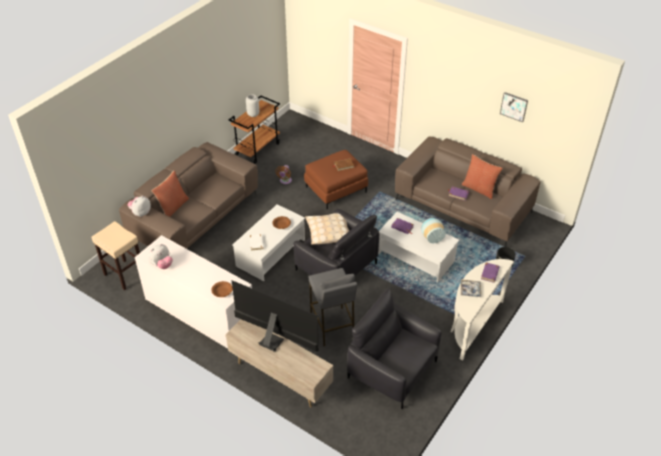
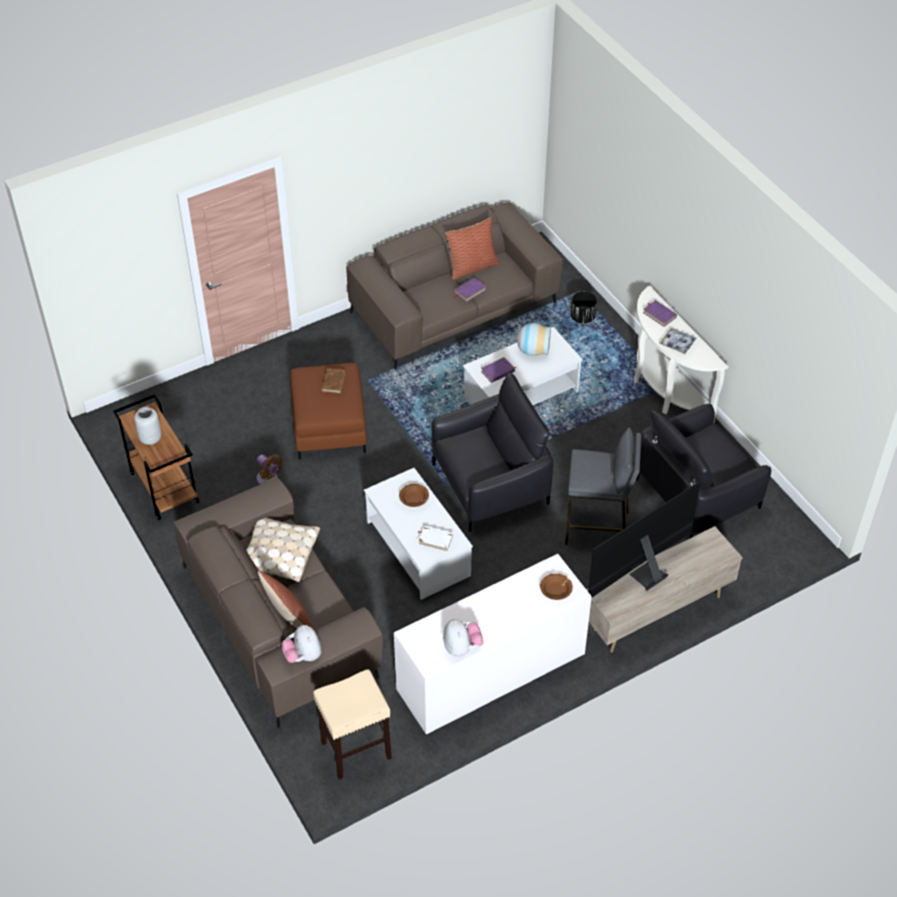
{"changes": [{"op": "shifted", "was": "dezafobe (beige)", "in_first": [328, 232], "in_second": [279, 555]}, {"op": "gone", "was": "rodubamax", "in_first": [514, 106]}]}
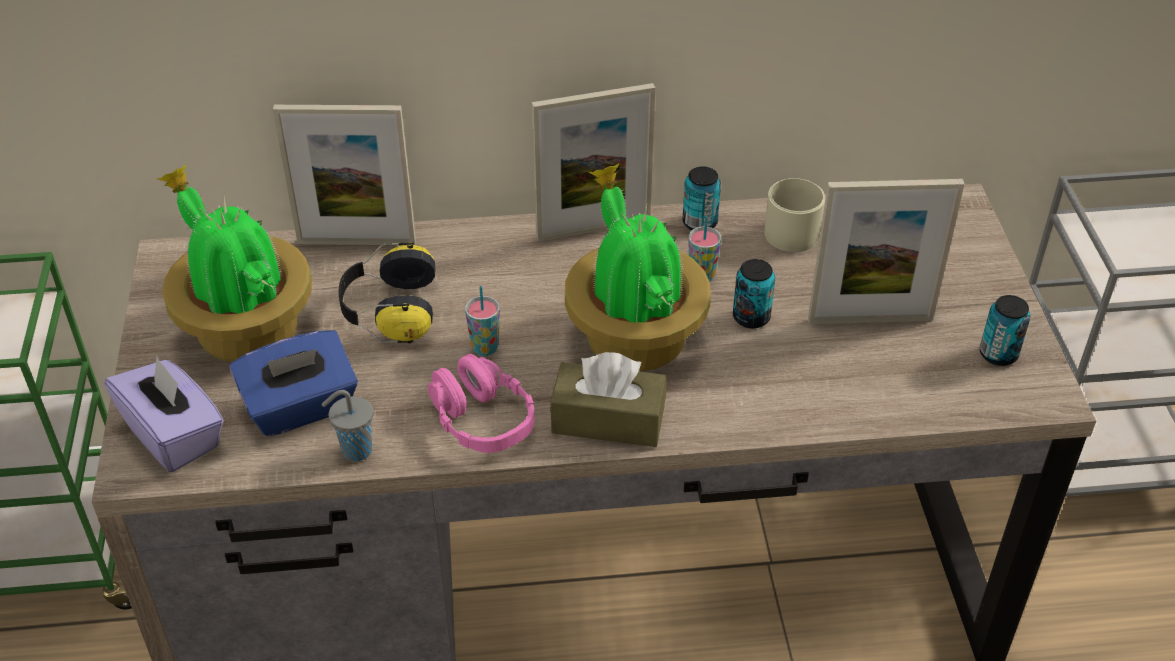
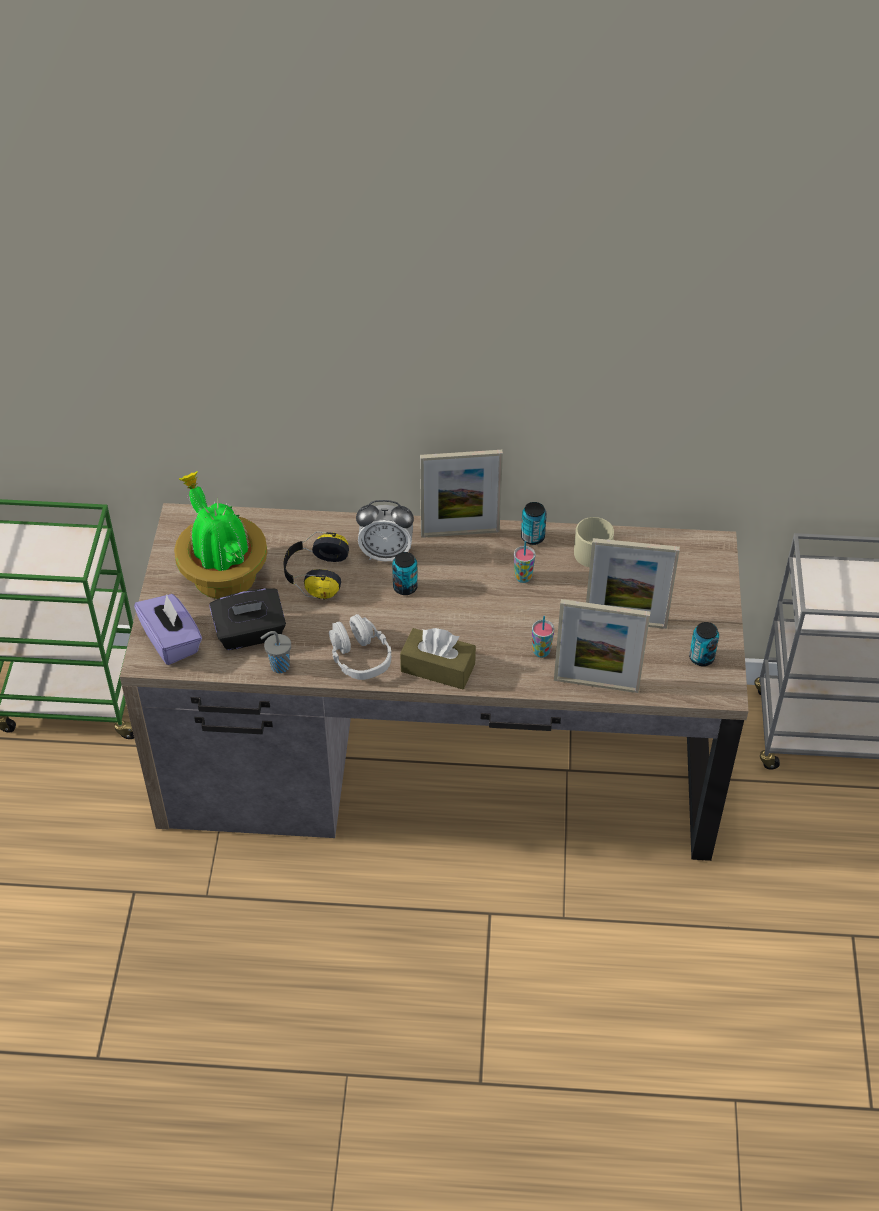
{"changes": [{"op": "repainted", "was": "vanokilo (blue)", "now": "vanokilo (black)", "in_first": [301, 408], "in_second": [250, 634]}, {"op": "repainted", "was": "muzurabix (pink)", "now": "muzurabix (grey)", "in_first": [482, 419], "in_second": [359, 656]}, {"op": "new", "now": "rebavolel", "in_second": [386, 553]}, {"op": "shifted", "was": "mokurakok", "in_first": [751, 317], "in_second": [405, 587]}, {"op": "shifted", "was": "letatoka", "in_first": [485, 348], "in_second": [541, 651]}, {"op": "shifted", "was": "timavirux", "in_first": [356, 242], "in_second": [596, 684]}, {"op": "gone", "was": "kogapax", "in_first": [633, 335]}]}
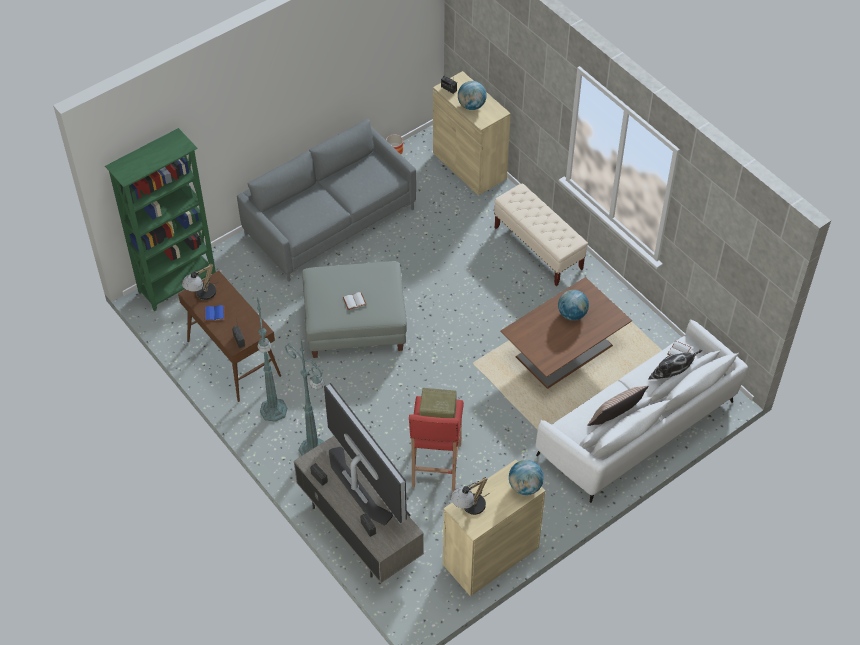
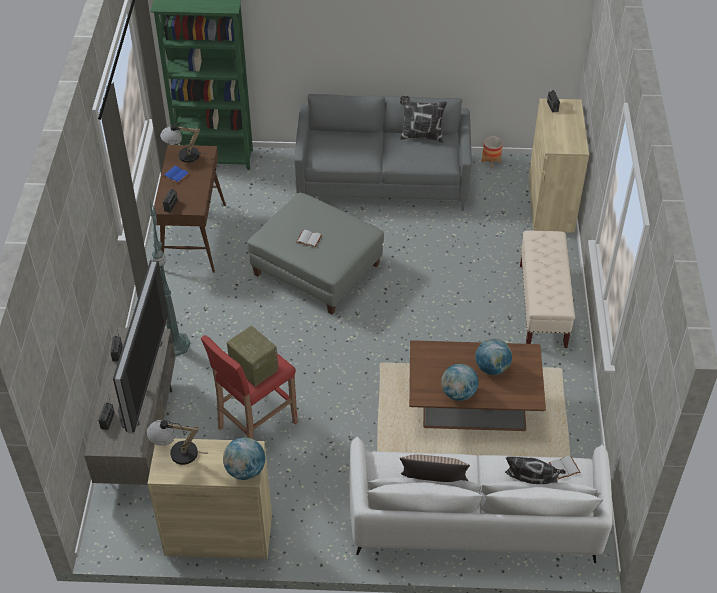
{"changes": [{"op": "new", "now": "dezafobe", "in_second": [421, 136]}, {"op": "shifted", "was": "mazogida", "in_first": [471, 106], "in_second": [458, 393]}, {"op": "gone", "was": "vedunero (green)", "in_first": [273, 411]}]}
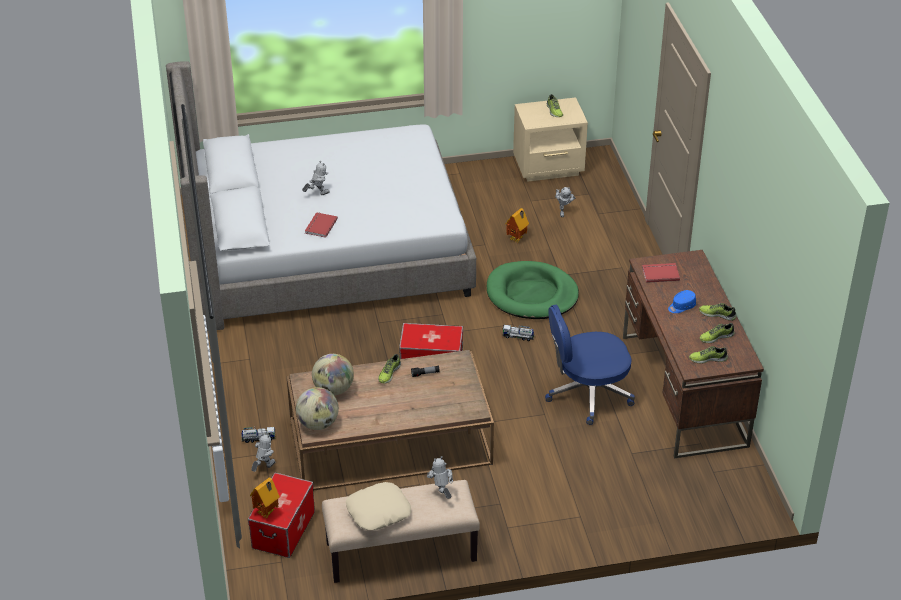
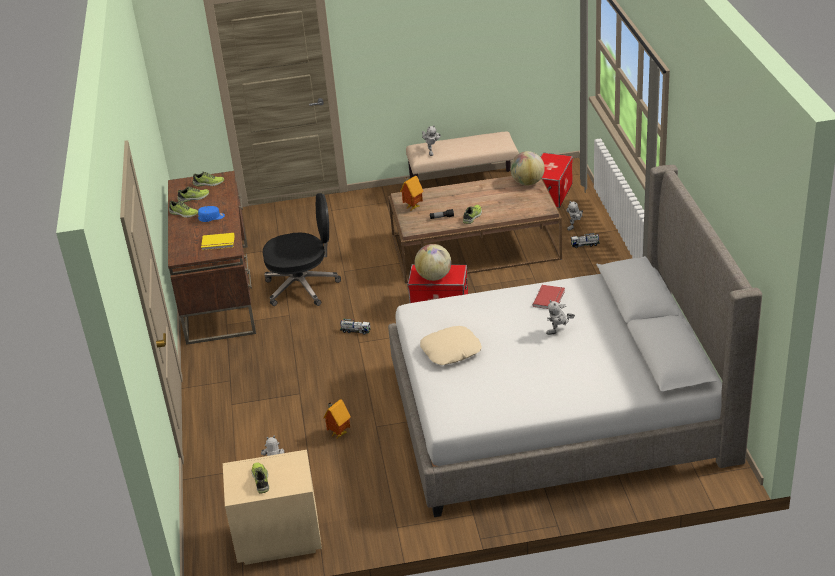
{"changes": [{"op": "repainted", "was": "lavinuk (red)", "now": "lavinuk (yellow)", "in_first": [660, 273], "in_second": [218, 243]}, {"op": "repainted", "was": "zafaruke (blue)", "now": "zafaruke (black)", "in_first": [587, 394], "in_second": [303, 287]}, {"op": "shifted", "was": "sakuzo", "in_first": [267, 513], "in_second": [412, 207]}, {"op": "shifted", "was": "mazogida", "in_first": [333, 389], "in_second": [434, 277]}, {"op": "shifted", "was": "dezafobe (beige)", "in_first": [378, 511], "in_second": [451, 351]}, {"op": "gone", "was": "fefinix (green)", "in_first": [531, 294]}]}
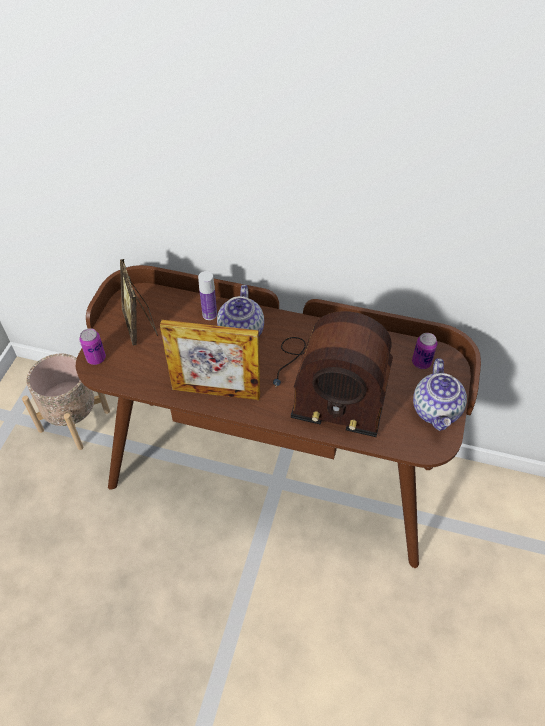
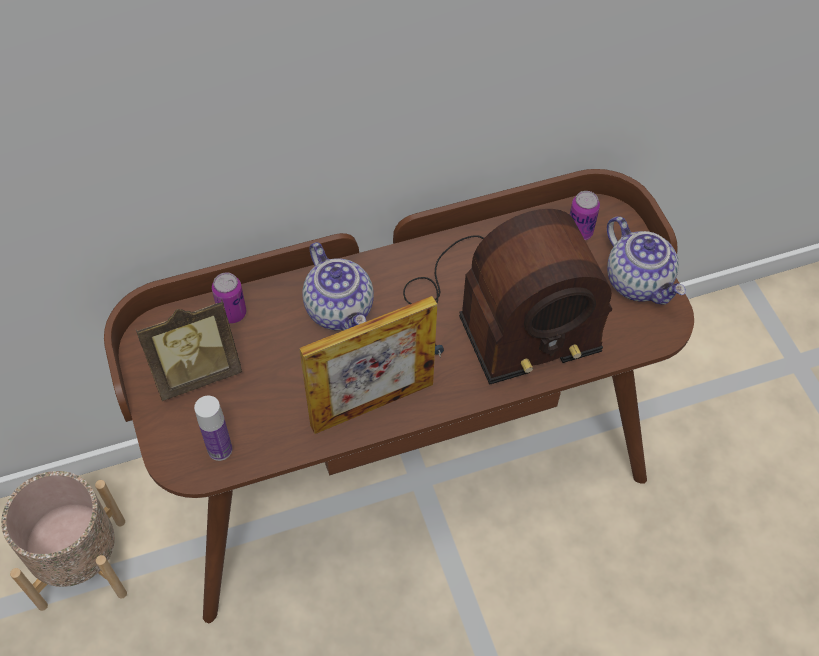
{"changes": [{"op": "rotated", "was": "timavirux", "in_first": [140, 325], "in_second": [197, 373], "clockwise": -60}, {"op": "shifted", "was": "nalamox", "in_first": [209, 314], "in_second": [220, 449]}, {"op": "shifted", "was": "mokurakok", "in_first": [96, 358], "in_second": [232, 313]}]}
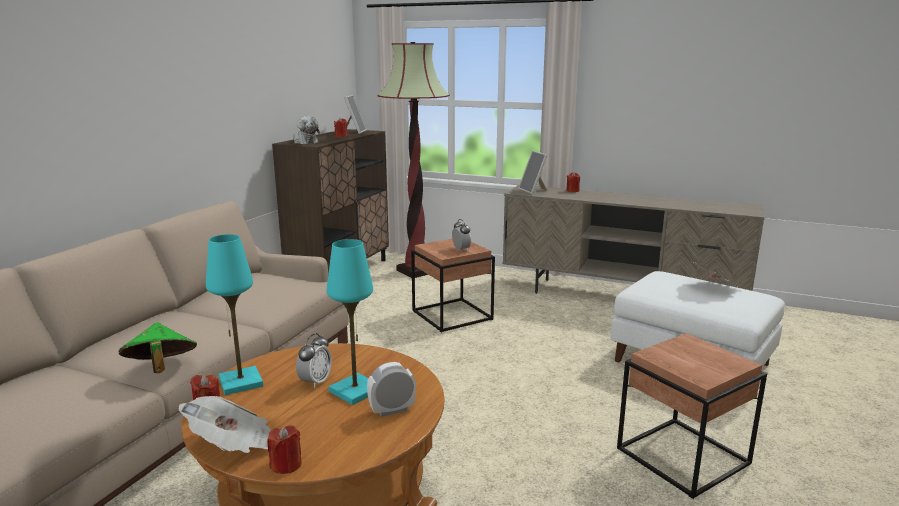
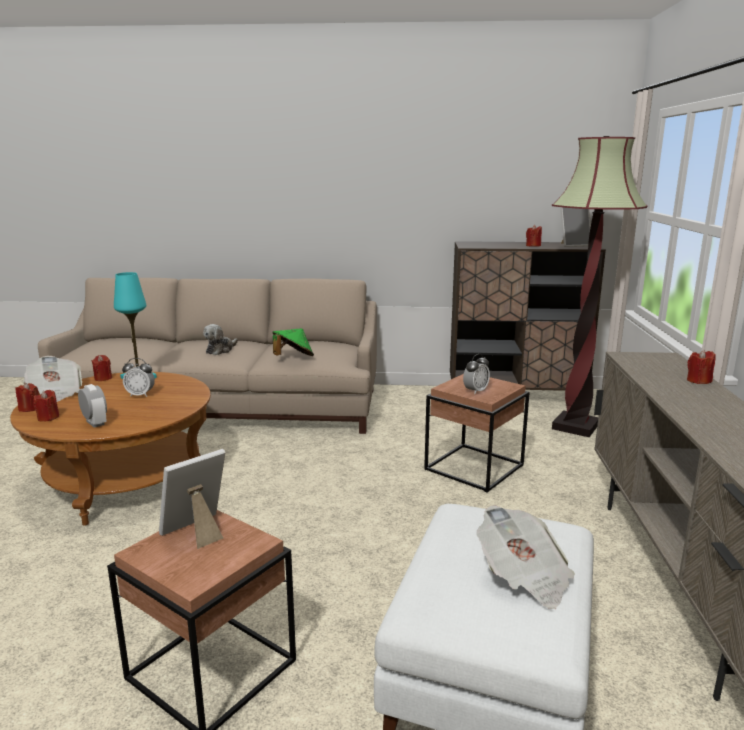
{"changes": [{"op": "new", "now": "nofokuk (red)", "in_second": [48, 418]}, {"op": "shifted", "was": "timavirux", "in_first": [533, 191], "in_second": [197, 532]}, {"op": "shifted", "was": "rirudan", "in_first": [305, 142], "in_second": [220, 350]}, {"op": "shifted", "was": "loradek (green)", "in_first": [161, 369], "in_second": [293, 358]}, {"op": "gone", "was": "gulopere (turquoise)", "in_first": [355, 391]}]}
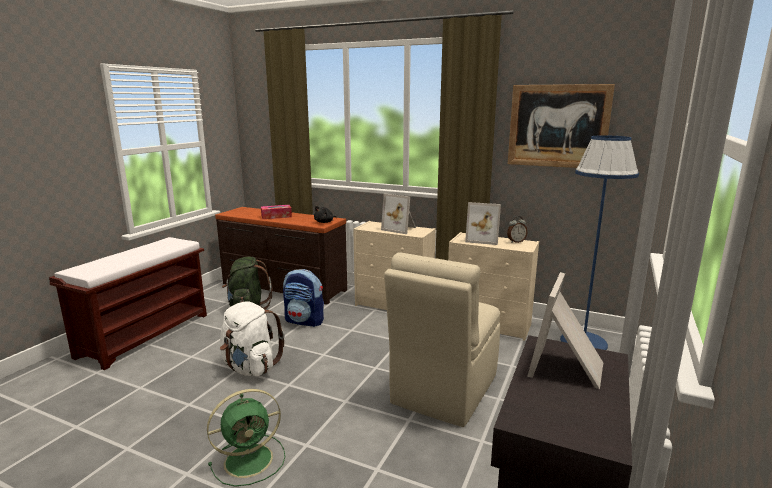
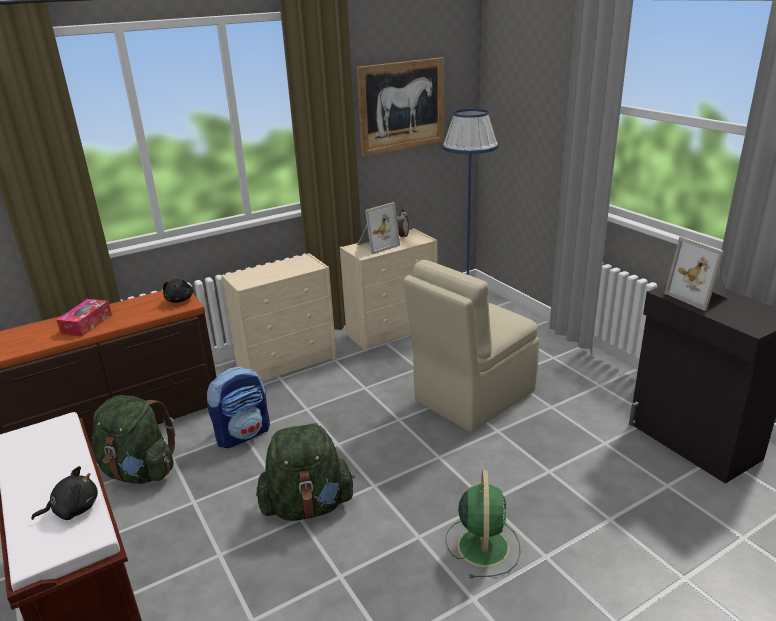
{"changes": [{"op": "new", "now": "rirudan (black)", "in_second": [73, 509]}, {"op": "repainted", "was": "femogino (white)", "now": "femogino (green)", "in_first": [250, 367], "in_second": [308, 506]}, {"op": "rotated", "was": "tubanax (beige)", "in_first": [443, 390], "in_second": [472, 397], "clockwise": 75}, {"op": "gone", "was": "timavirux", "in_first": [400, 229]}]}
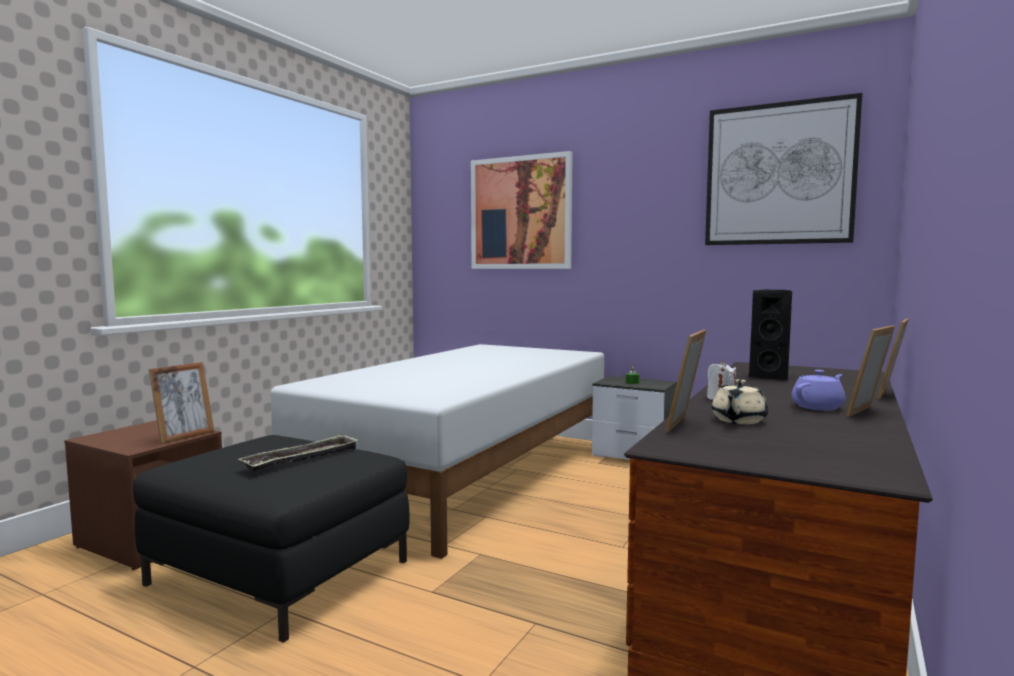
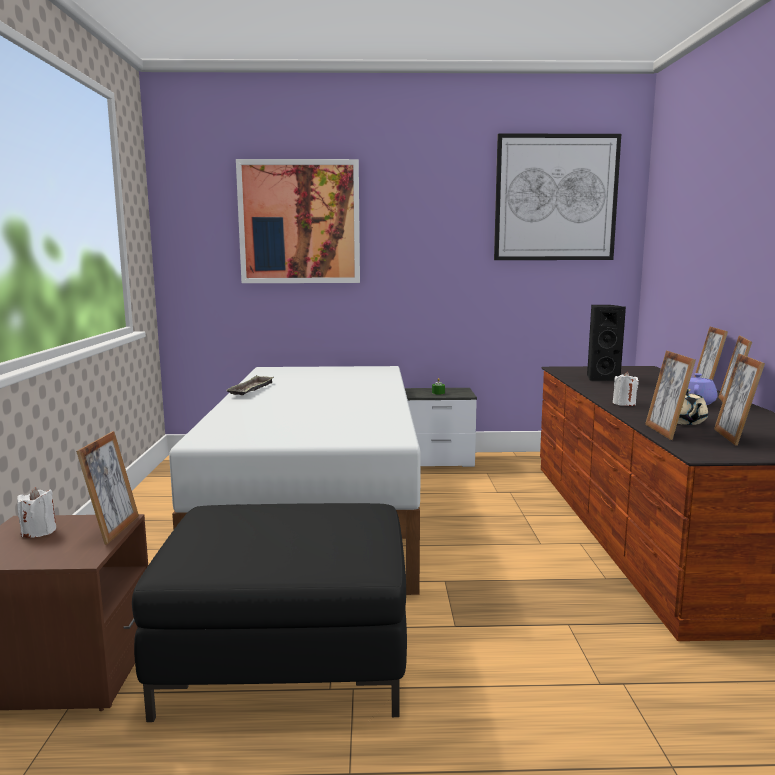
{"changes": [{"op": "new", "now": "nofokuk (white)", "in_second": [39, 531]}, {"op": "shifted", "was": "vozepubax", "in_first": [302, 459], "in_second": [251, 390]}, {"op": "new", "now": "timavirux", "in_second": [733, 437]}]}
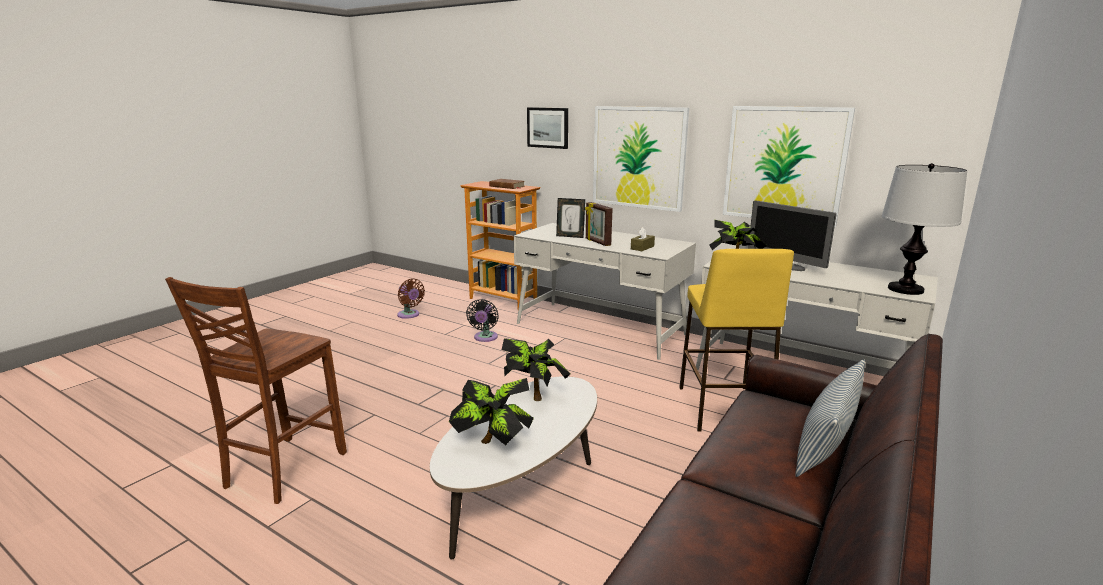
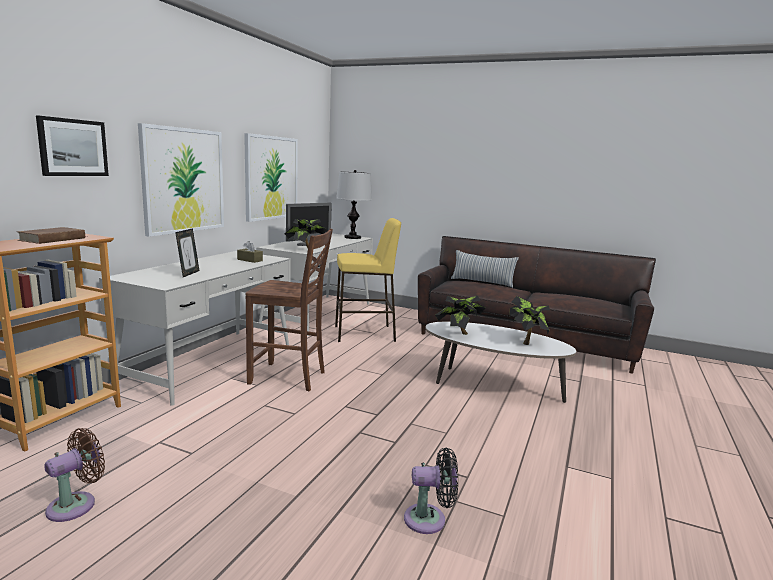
{"changes": [{"op": "shifted", "was": "tubanax (brown)", "in_first": [282, 470], "in_second": [289, 378]}, {"op": "shifted", "was": "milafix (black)", "in_first": [485, 338], "in_second": [429, 519]}, {"op": "gone", "was": "timavirux", "in_first": [597, 242]}]}
